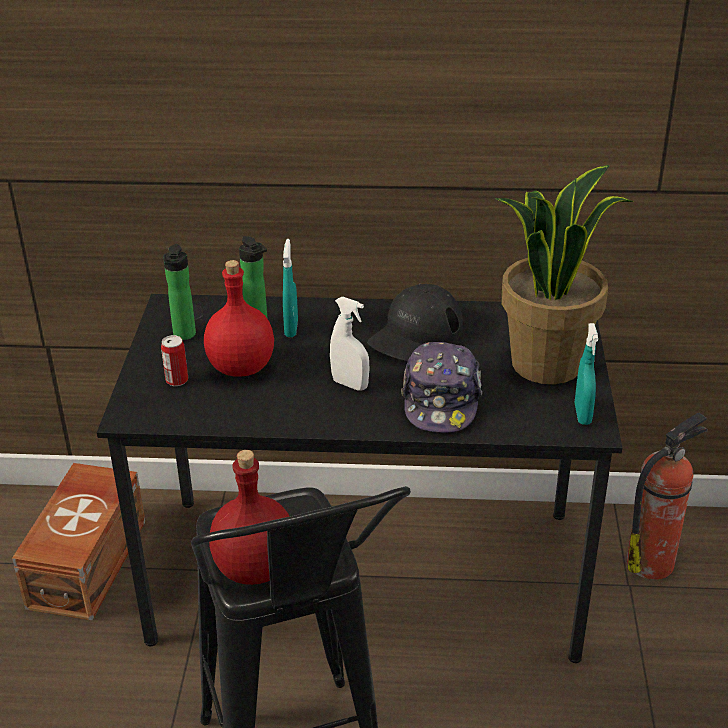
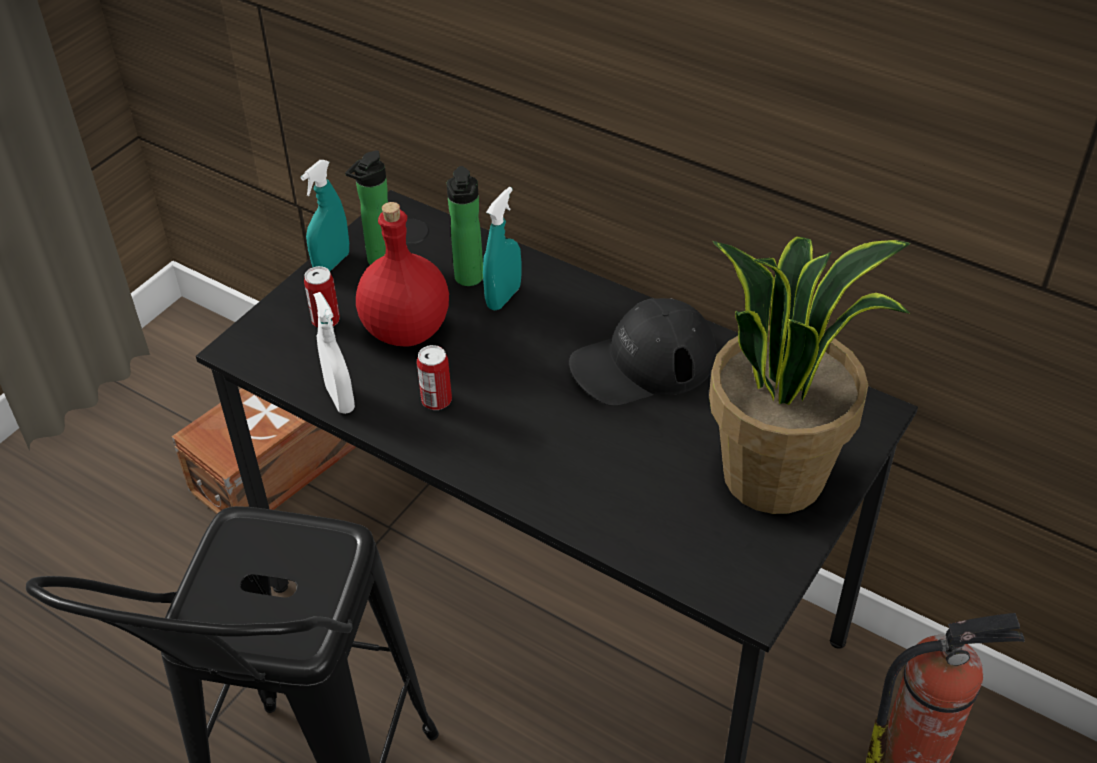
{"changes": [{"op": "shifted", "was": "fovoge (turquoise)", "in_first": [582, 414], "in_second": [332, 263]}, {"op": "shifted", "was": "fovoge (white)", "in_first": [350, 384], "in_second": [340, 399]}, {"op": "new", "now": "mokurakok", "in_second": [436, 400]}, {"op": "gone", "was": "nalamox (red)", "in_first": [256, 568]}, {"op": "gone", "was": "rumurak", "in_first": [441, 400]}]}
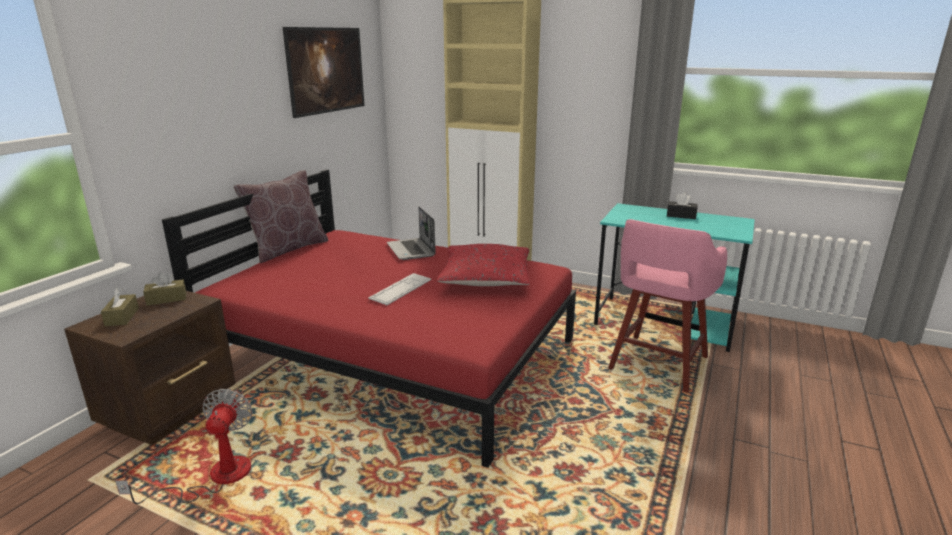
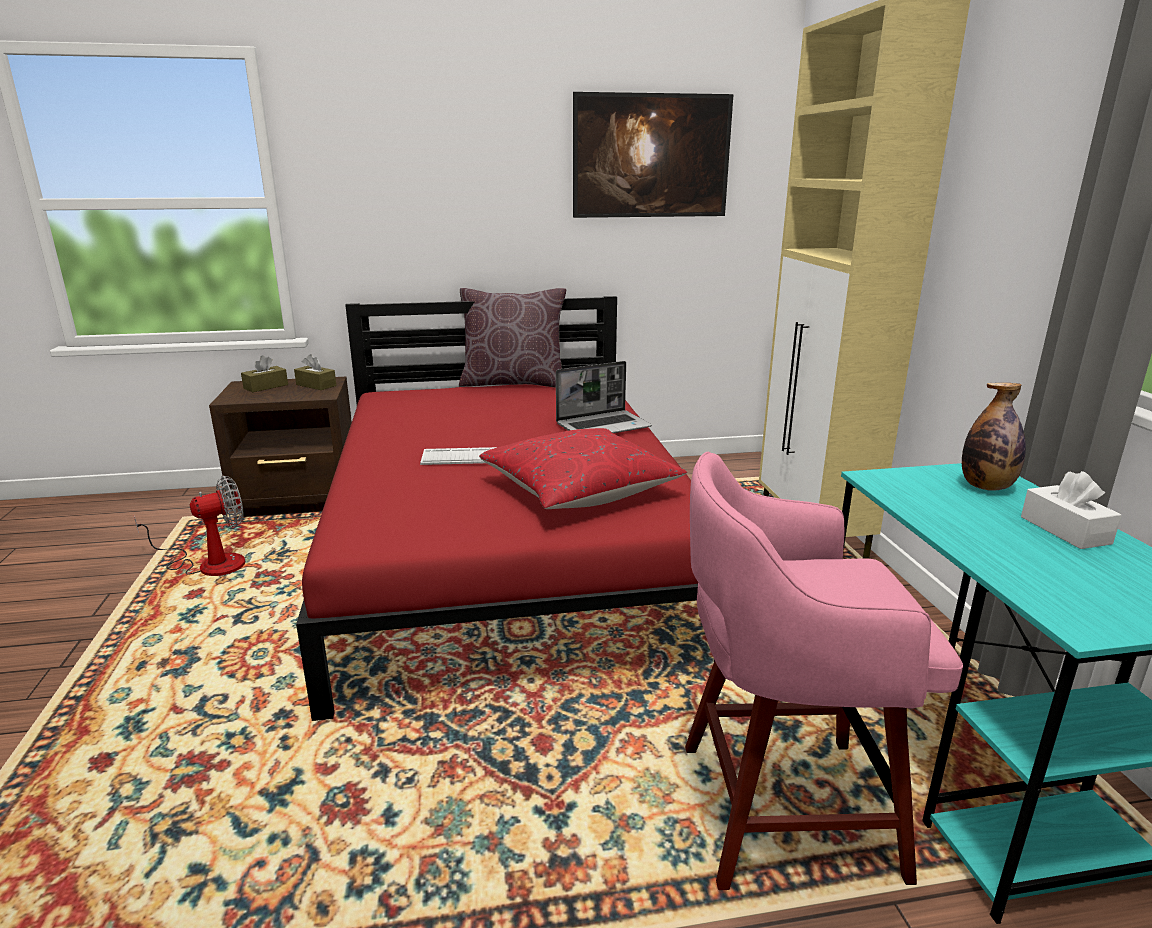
{"changes": [{"op": "rotated", "was": "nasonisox", "in_first": [411, 250], "in_second": [604, 426], "clockwise": -150}, {"op": "new", "now": "nalamox", "in_second": [986, 487]}, {"op": "repainted", "was": "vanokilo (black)", "now": "vanokilo (white)", "in_first": [681, 216], "in_second": [1065, 530]}]}
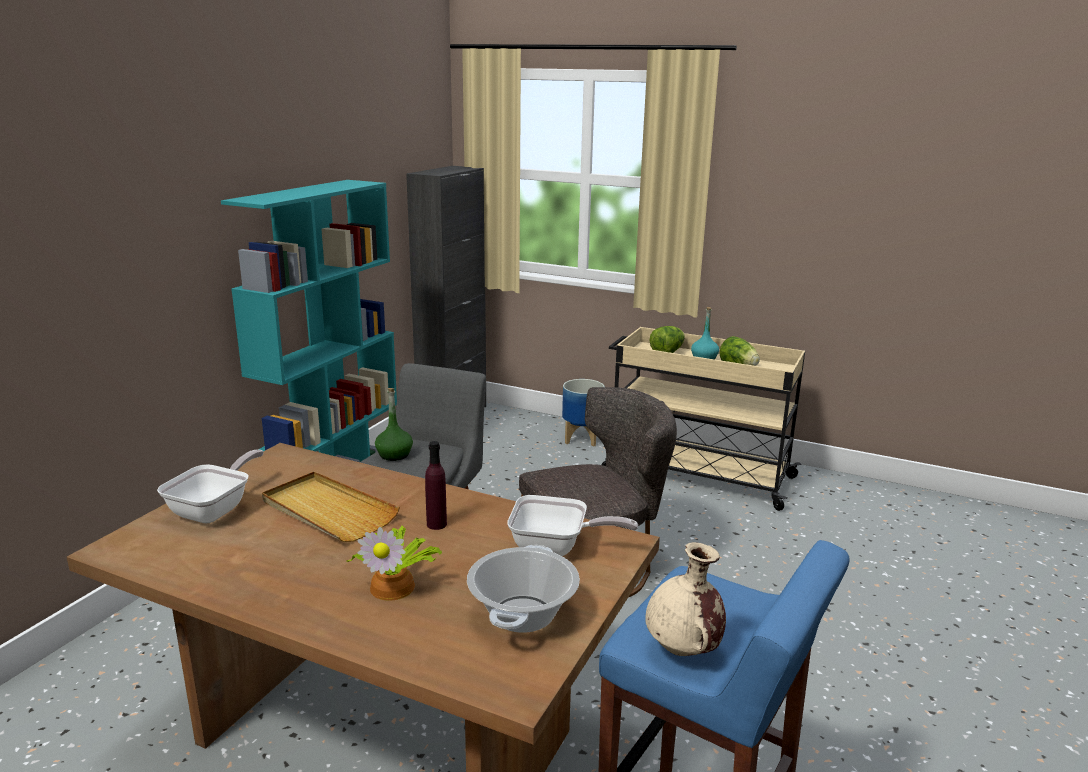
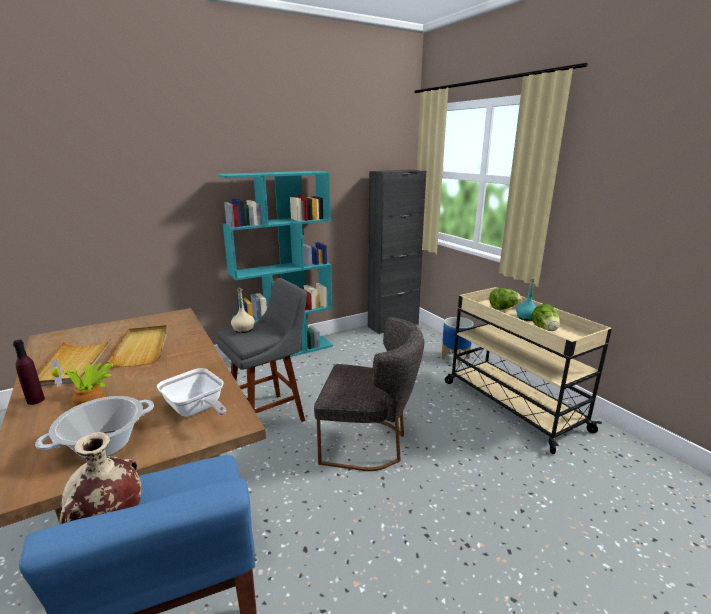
{"changes": [{"op": "shifted", "was": "nalamox (purple)", "in_first": [436, 524], "in_second": [35, 400]}, {"op": "new", "now": "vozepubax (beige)", "in_second": [75, 364]}, {"op": "repainted", "was": "nalamox (green)", "now": "nalamox (beige)", "in_first": [394, 454], "in_second": [243, 329]}, {"op": "gone", "was": "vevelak", "in_first": [215, 509]}]}
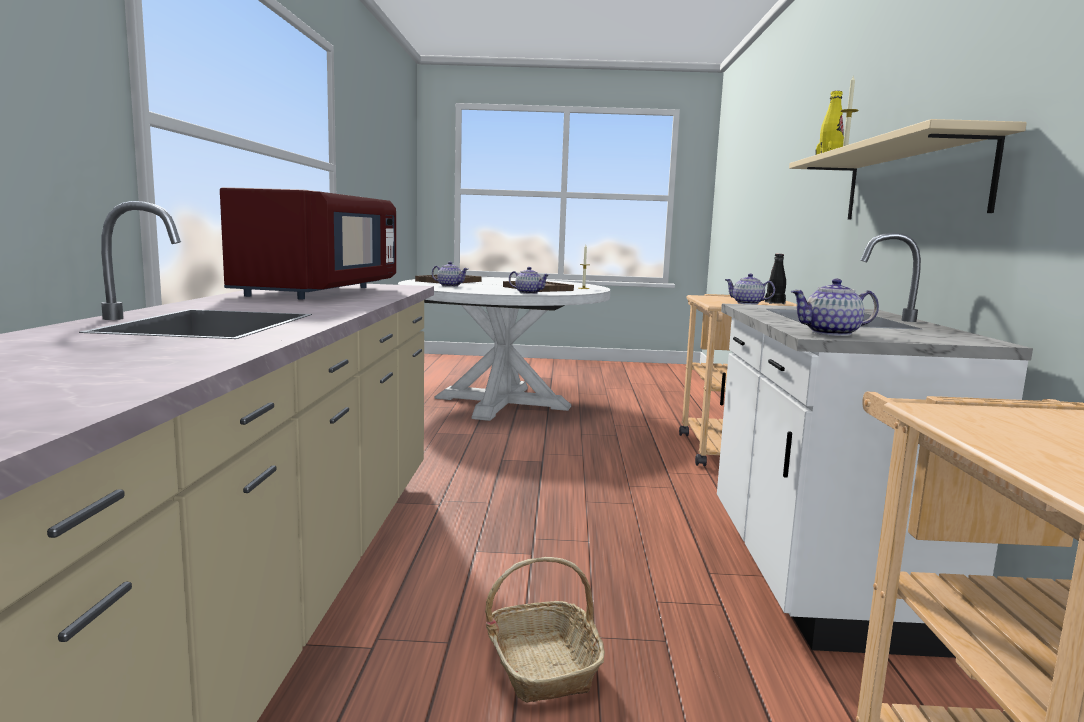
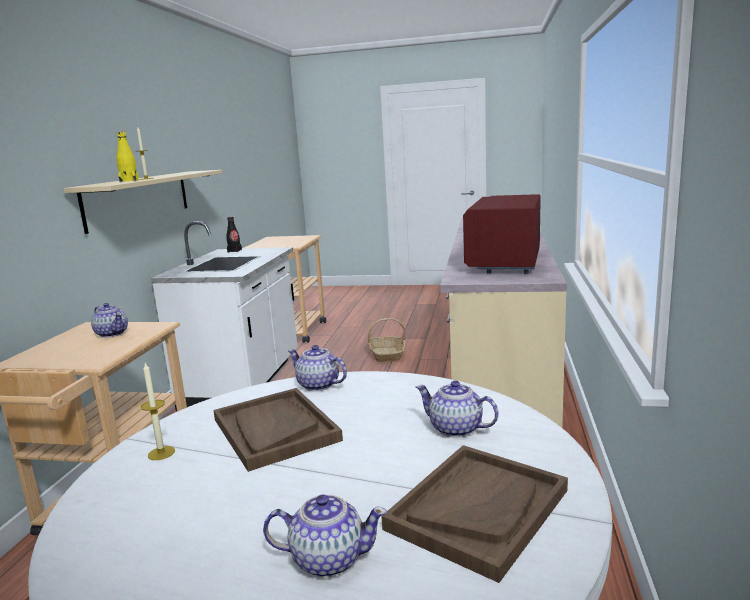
{"changes": [{"op": "shifted", "was": "nalamox (black)", "in_first": [774, 303], "in_second": [234, 251]}, {"op": "shifted", "was": "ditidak", "in_first": [832, 333], "in_second": [327, 559]}]}
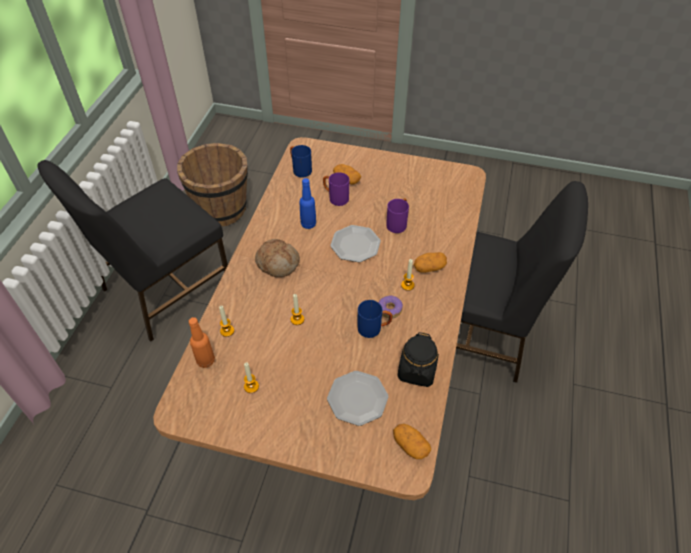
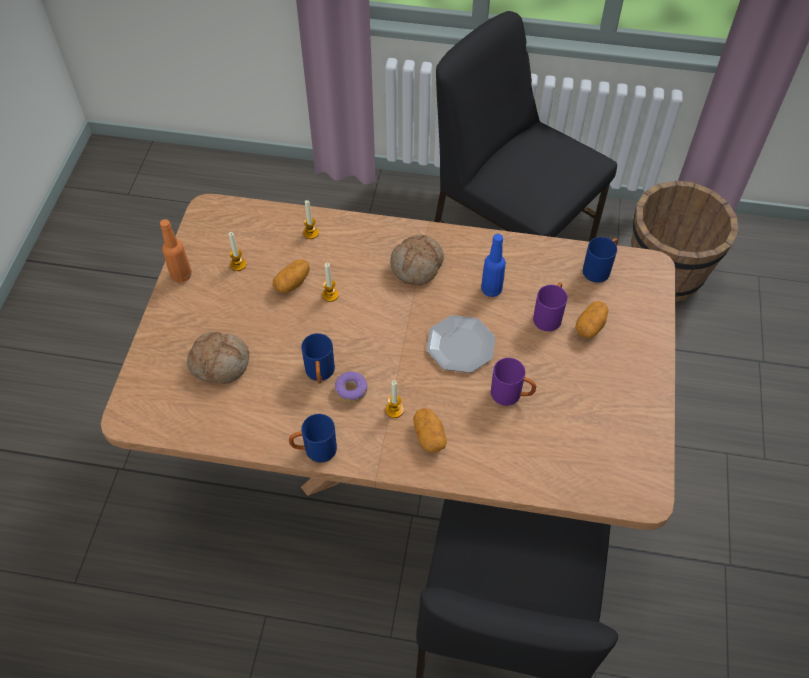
{"changes": [{"op": "shifted", "was": "nalamox (orange)", "in_first": [206, 361], "in_second": [181, 275]}, {"op": "swapped", "was": "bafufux", "now": "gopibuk", "in_first": [357, 398], "in_second": [220, 363]}, {"op": "shifted", "was": "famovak", "in_first": [410, 445], "in_second": [292, 283]}, {"op": "new", "now": "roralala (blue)", "in_second": [314, 450]}, {"op": "gone", "was": "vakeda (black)", "in_first": [417, 371]}]}
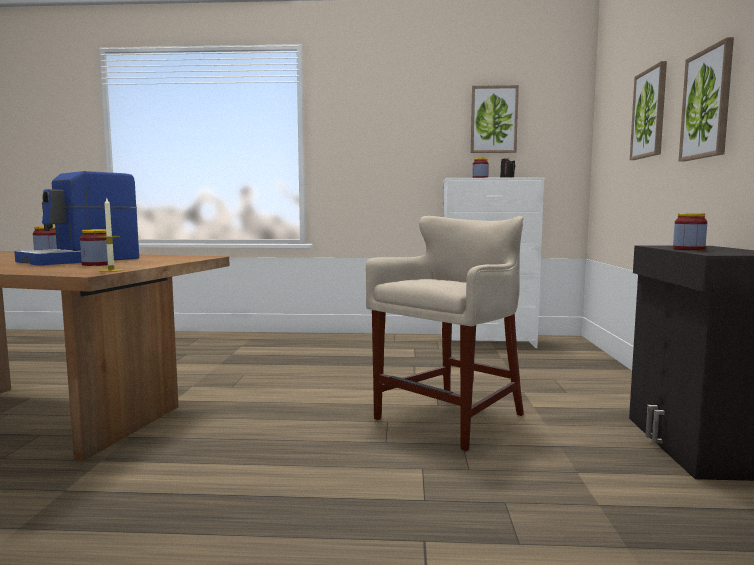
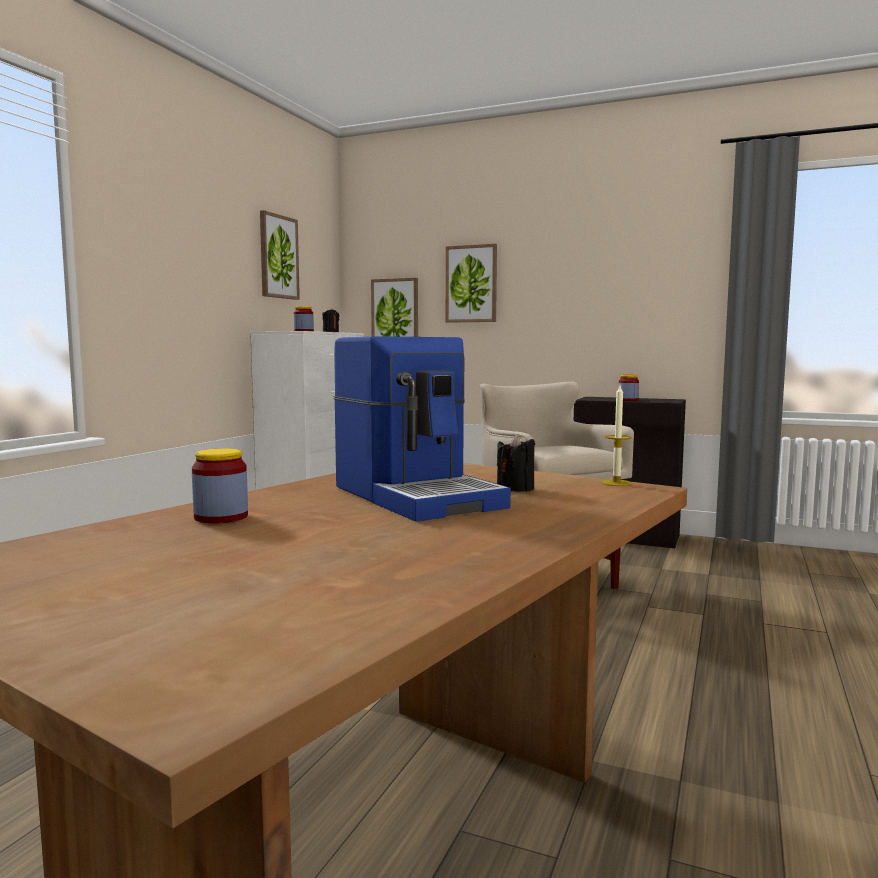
{"changes": [{"op": "shifted", "was": "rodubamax", "in_first": [707, 104], "in_second": [395, 315]}, {"op": "swapped", "was": "vakeda", "now": "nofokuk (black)", "in_first": [97, 264], "in_second": [515, 489]}]}
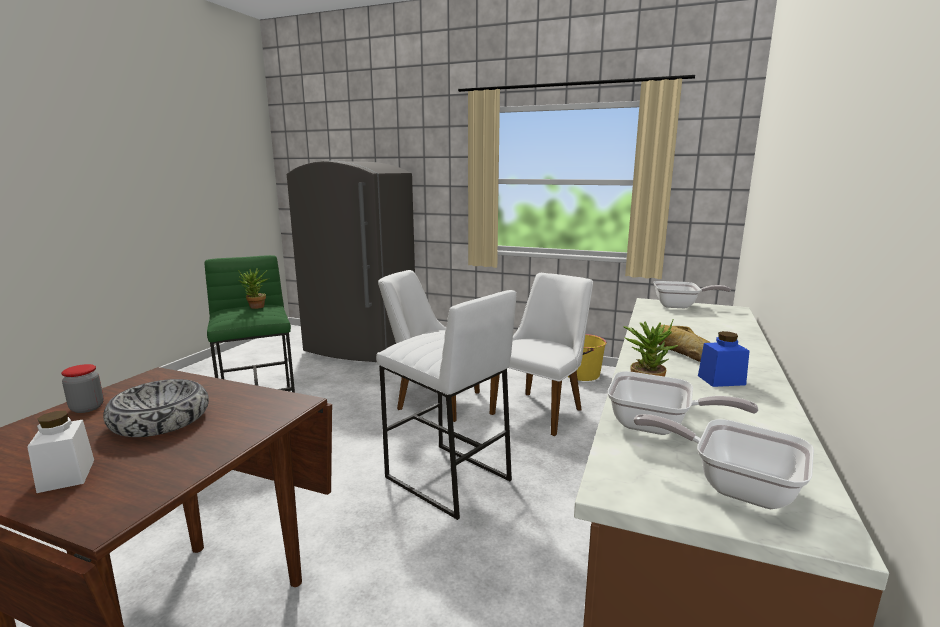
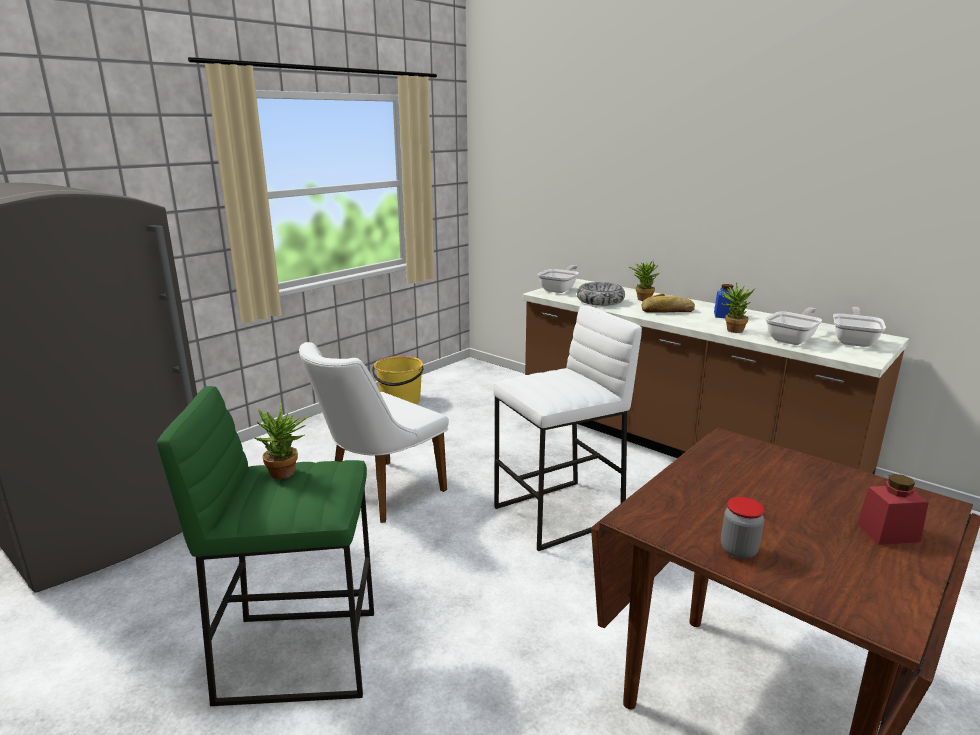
{"changes": [{"op": "shifted", "was": "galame", "in_first": [160, 420], "in_second": [600, 301]}, {"op": "new", "now": "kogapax", "in_second": [642, 299]}, {"op": "rotated", "was": "vevelak", "in_first": [733, 485], "in_second": [854, 341], "clockwise": 150}, {"op": "repainted", "was": "vakeda (white)", "now": "vakeda (red)", "in_first": [67, 475], "in_second": [888, 533]}, {"op": "gone", "was": "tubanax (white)", "in_first": [542, 409]}]}
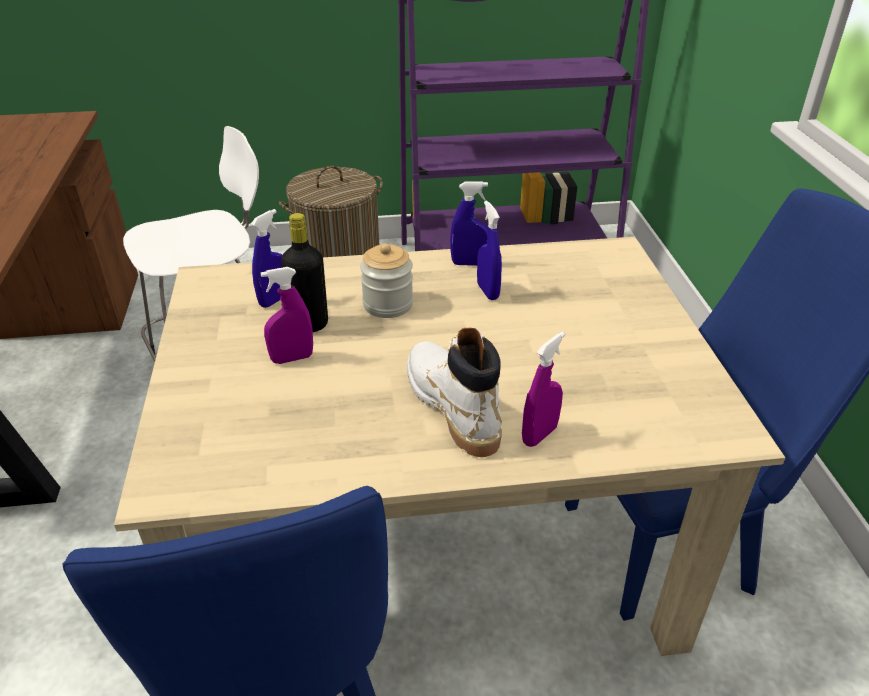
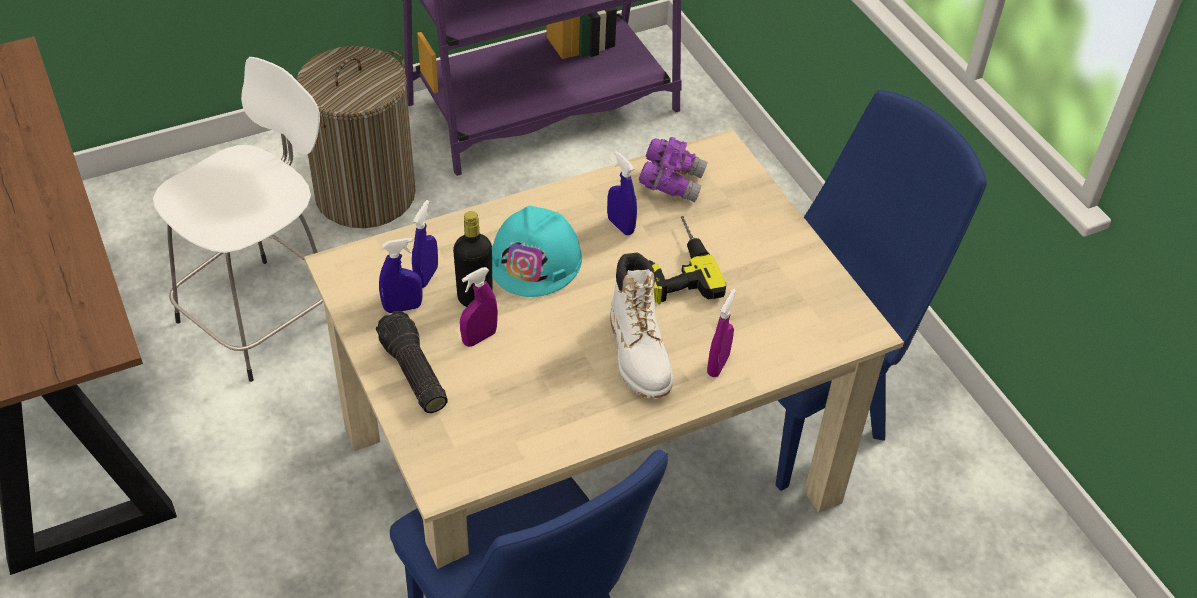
{"changes": [{"op": "new", "now": "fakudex", "in_second": [412, 373]}, {"op": "shifted", "was": "fovoge (blue)", "in_first": [469, 263], "in_second": [403, 307]}, {"op": "swapped", "was": "vakeda", "now": "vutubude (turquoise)", "in_first": [388, 304], "in_second": [535, 260]}, {"op": "rotated", "was": "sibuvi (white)", "in_first": [452, 406], "in_second": [639, 354], "clockwise": -150}, {"op": "new", "now": "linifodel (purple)", "in_second": [671, 182]}, {"op": "new", "now": "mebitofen", "in_second": [671, 267]}]}
